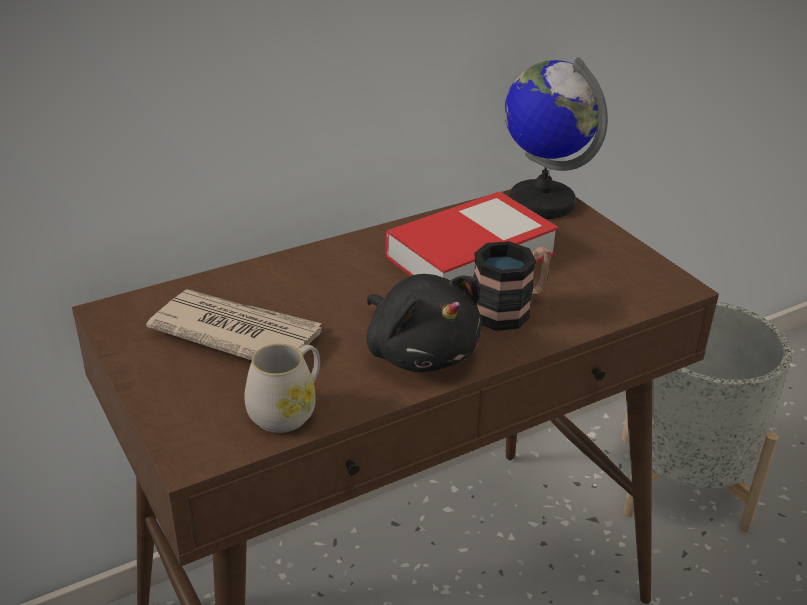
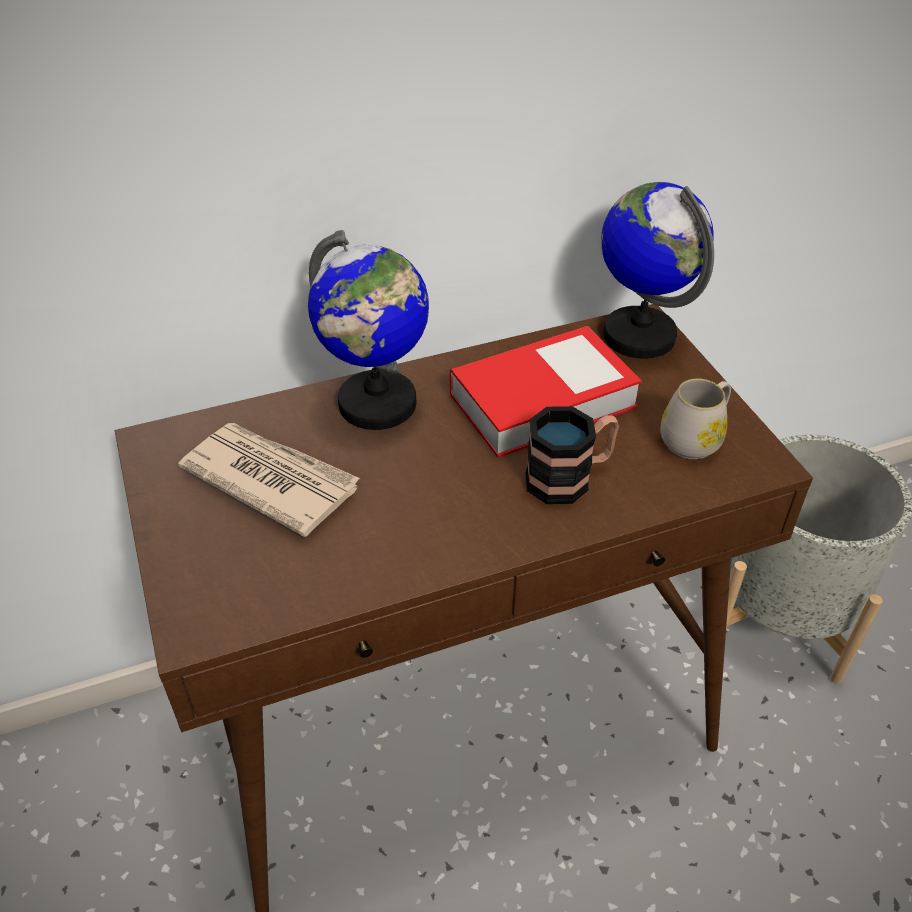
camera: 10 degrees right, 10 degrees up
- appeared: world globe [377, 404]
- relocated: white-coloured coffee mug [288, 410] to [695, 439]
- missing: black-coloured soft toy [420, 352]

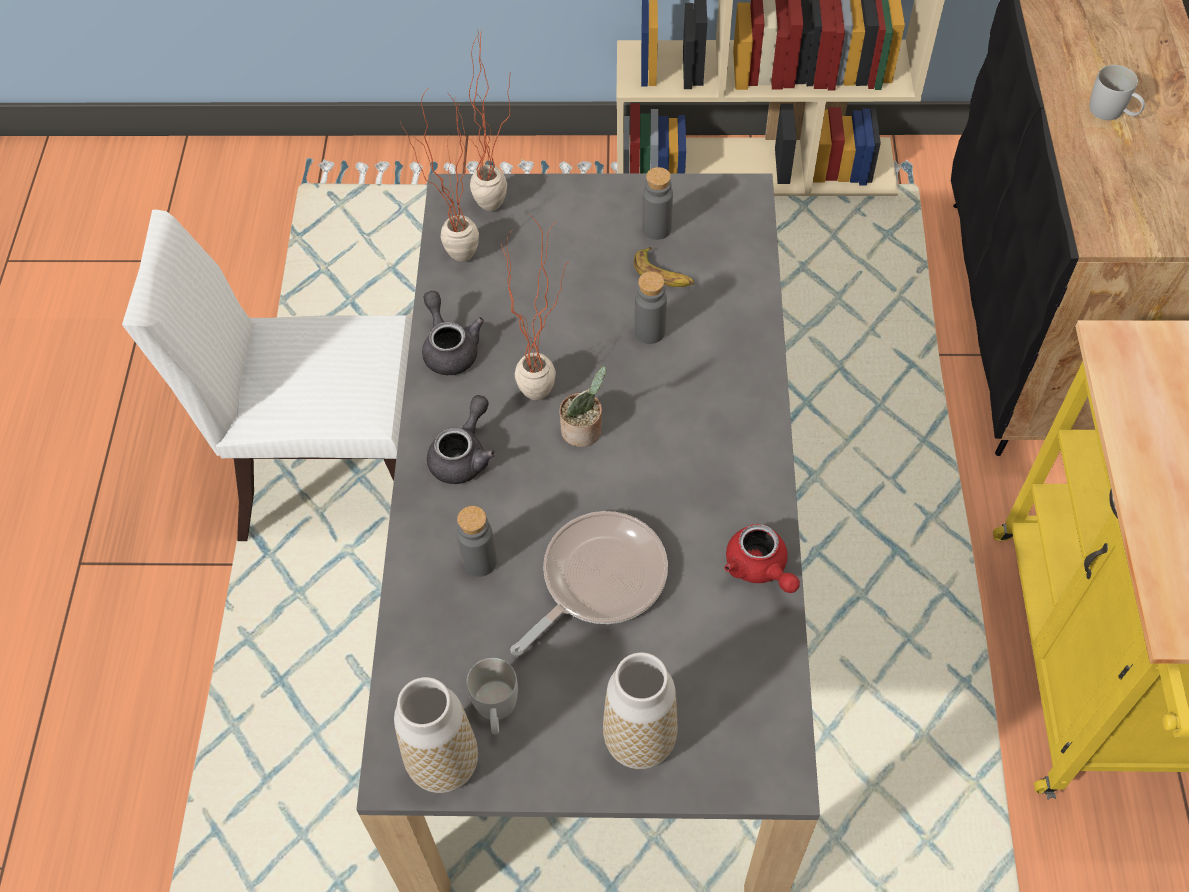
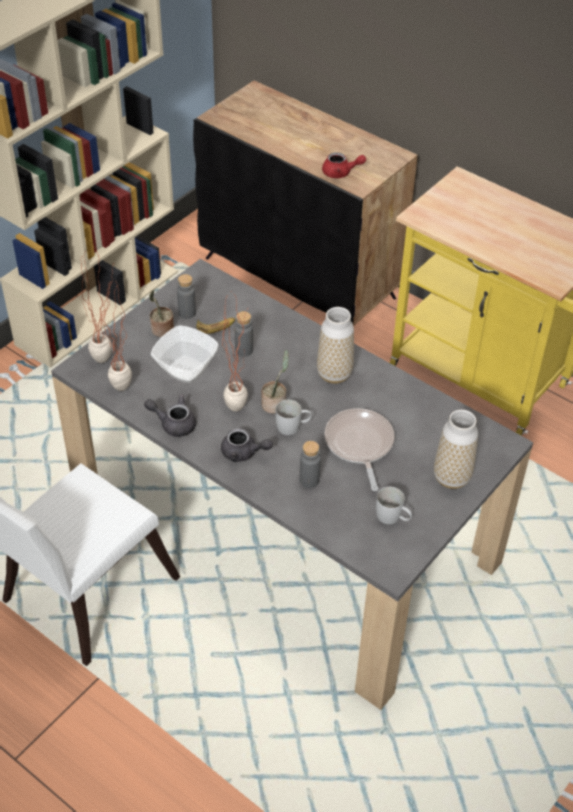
camera: 55 degrees left, 10 degrees down
- appeared: plant in a pot [161, 330]
- appeared: serving bowl [187, 369]
- spun: grey teapot [464, 455] = [243, 453] 135 degrees clockwise
- relocated: white-coloured coffee mug [1112, 113] to [293, 427]
- relocated: vase [444, 764] to [334, 374]
- relocated: red-coloured teapot [759, 568] to [340, 173]

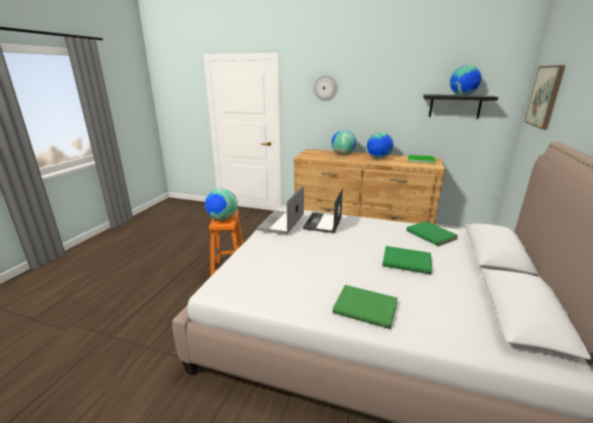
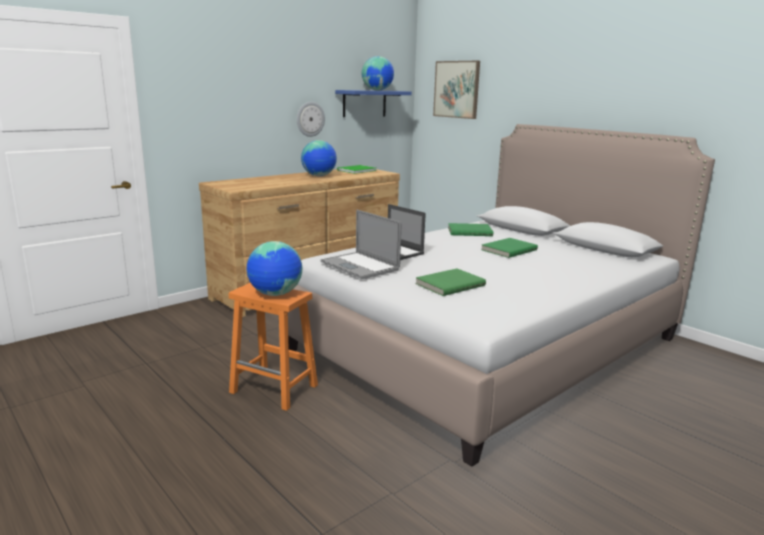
camera: 60 degrees left, 5 degrees down
- relocated: hanging clock [325, 88] to [310, 119]
- colour: black-coloured shelf [455, 106] to blue shelf [364, 103]
- relocated: green bound book [365, 307] to [449, 284]
- missing: world globe [342, 154]

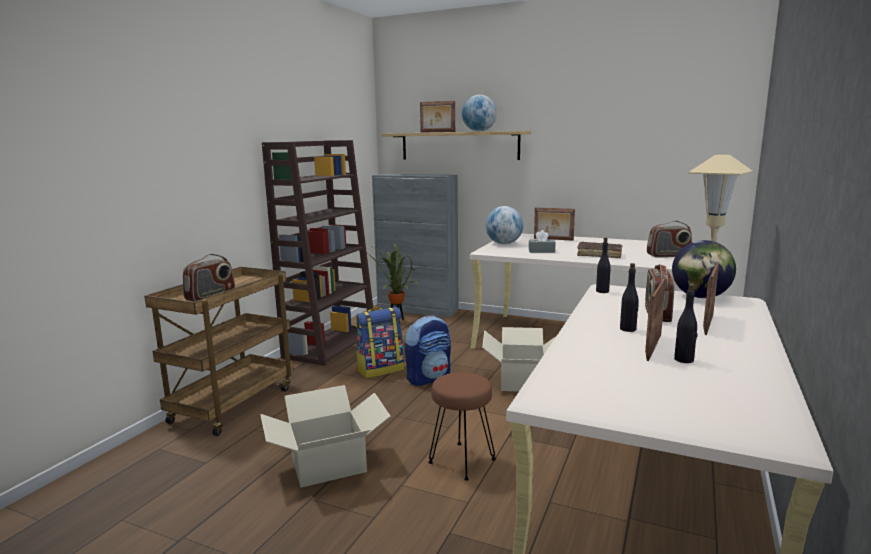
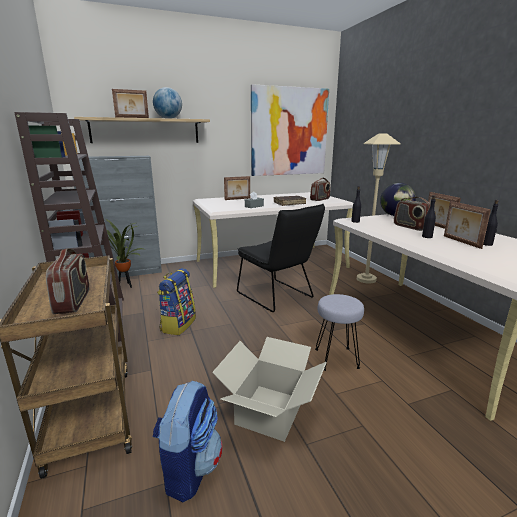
camera: 45 degrees left, 5 degrees up
- relocated: backpack [429, 378] to [189, 468]
- exchanged: cardboard box [521, 381] to black-coloured chair [277, 297]
- appeared: wall art [289, 132]
- colour: brown stool seat [461, 460] to grey stool seat [335, 358]
- missing: world globe [504, 243]

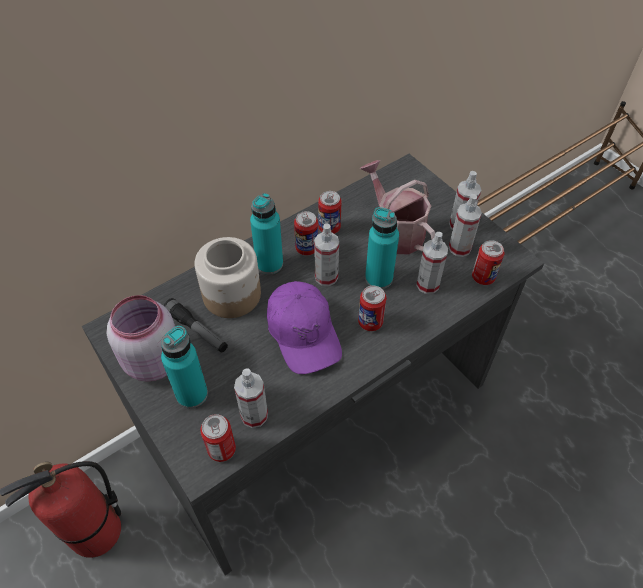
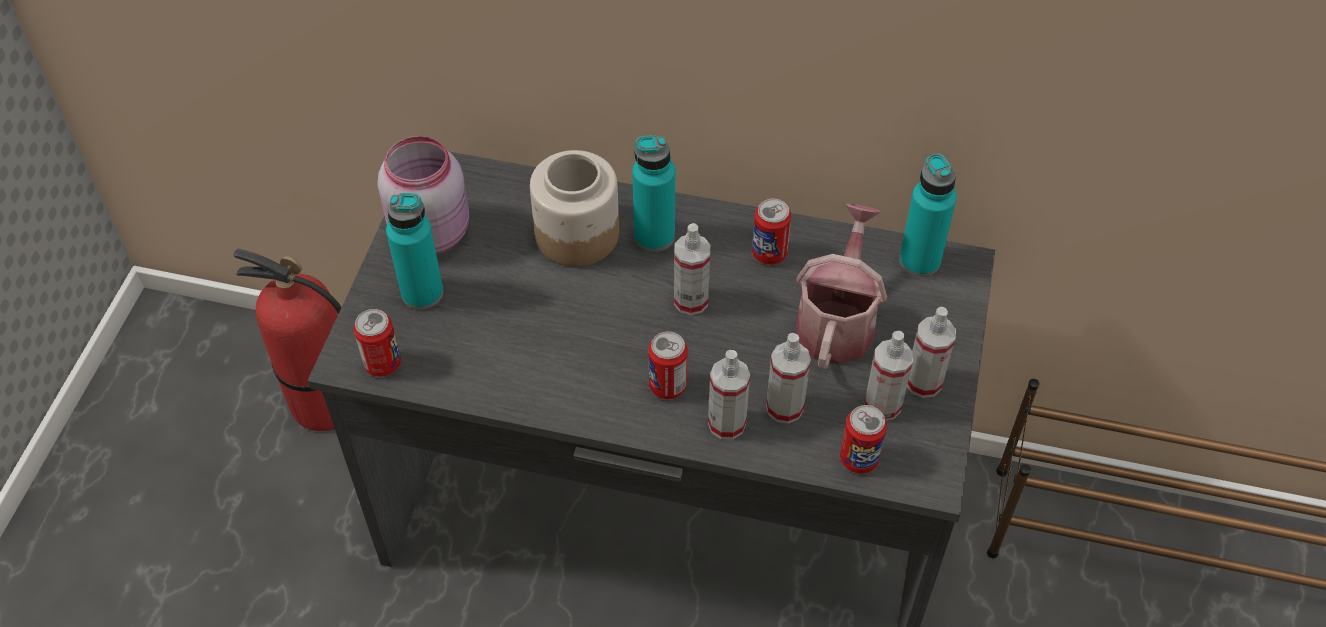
camera: 50 degrees right, 0 degrees up
- relocated: hand sprayer [254, 415] to [726, 423]
- relocated: turquoise-coloured bottle [379, 278] to [919, 261]
- missing: hand torch [197, 330]
- missing: purple-coloured baseball cap [303, 333]
- missing: metal can [306, 248]

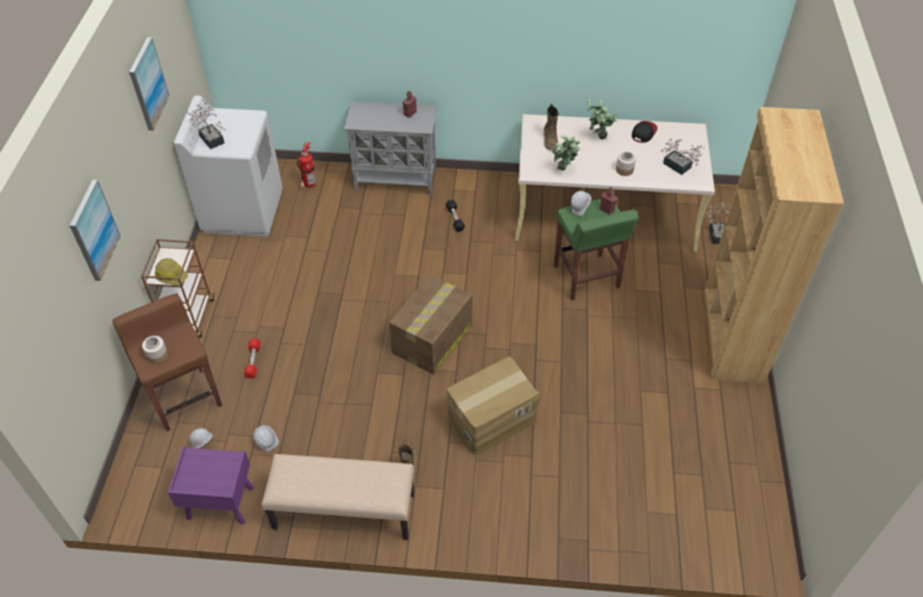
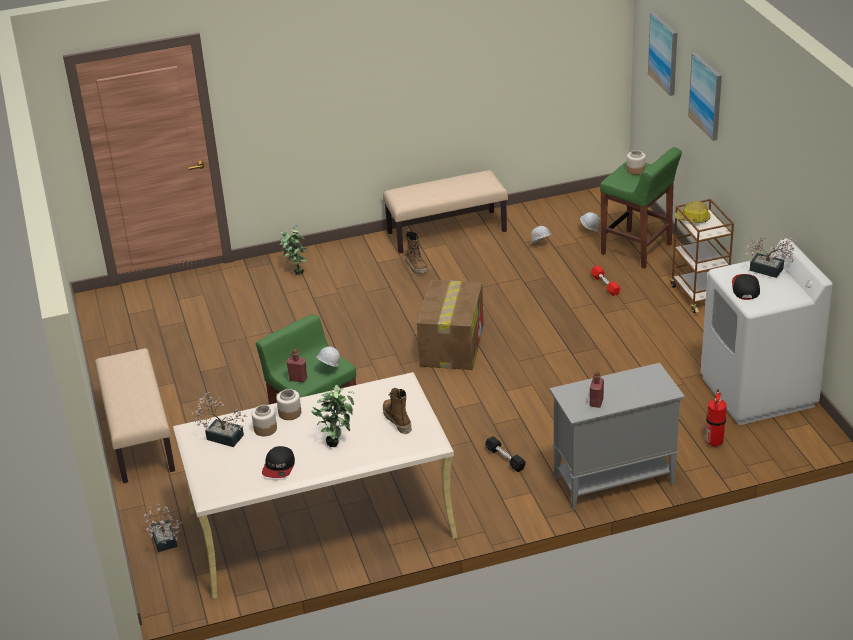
camera: 160 degrees right, 15 degrees down
- exchanged: brown bookshelf [732, 335] to sand-coloured indoor bench [138, 436]
- appeared: jar [265, 429]
- relocated: plant in a pot [564, 172] to [296, 271]
- colour: brown stool seat [185, 398] to green stool seat [637, 249]
- relocated: wall art [147, 84] to [664, 53]
- appeared: baseball cap [745, 288]
- missing: purple-coloured nightstand [219, 503]
- missing: cardboard box [491, 419]

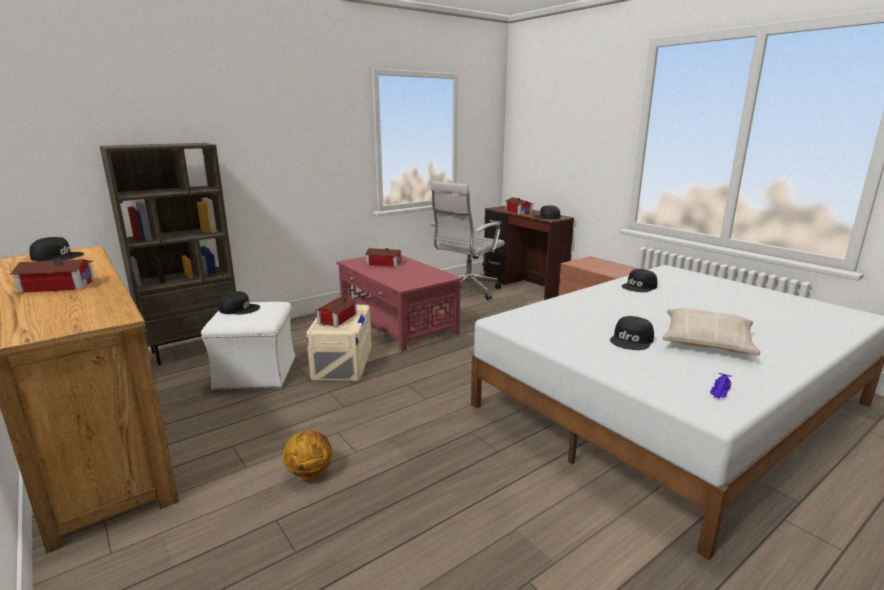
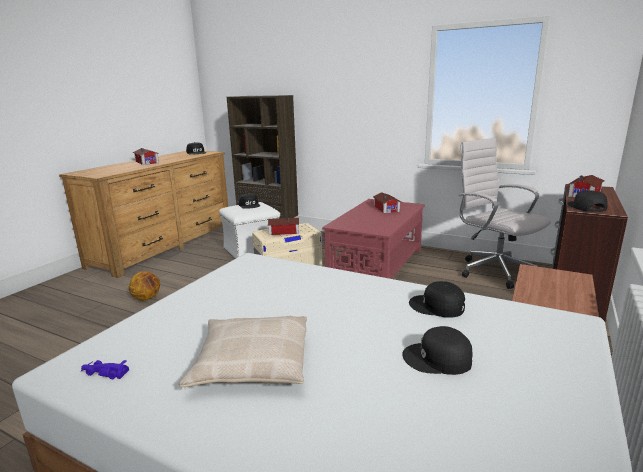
camera: 65 degrees right, 0 degrees up
- relocated: black-coloured baseball cap [632, 340] to [437, 359]
- spun: white-coloured office chair [466, 292] = [493, 271] 45 degrees clockwise

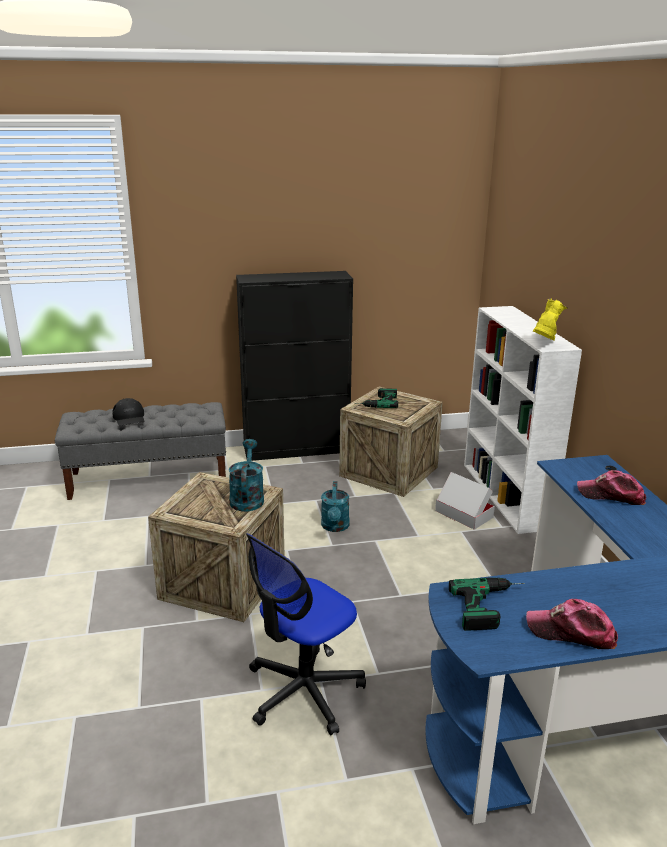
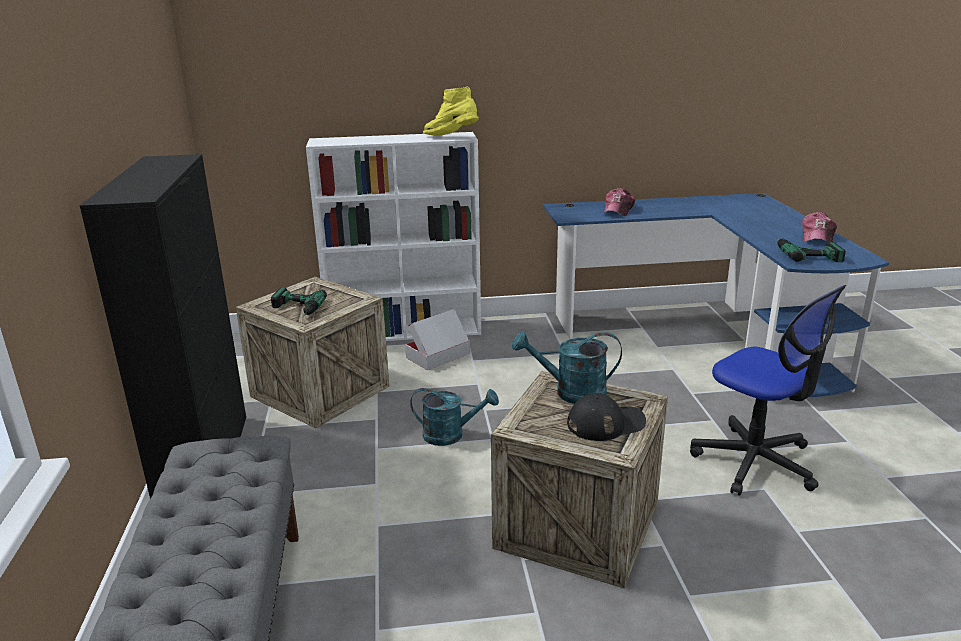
camera: 85 degrees left, 0 degrees up
- relocated: black-coloured baseball cap [129, 418] to [606, 423]

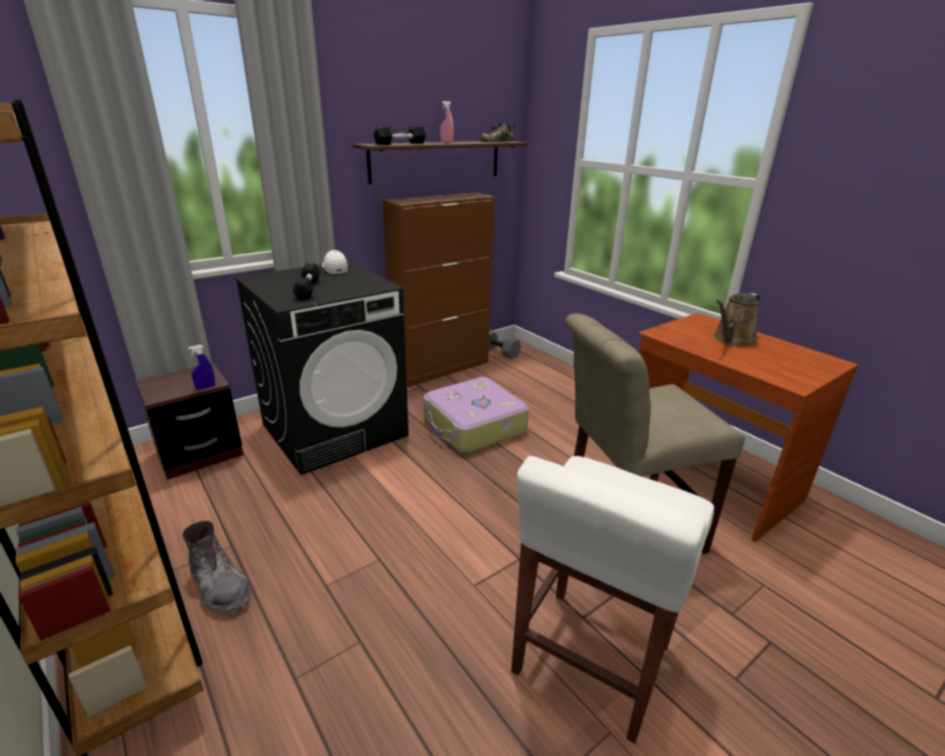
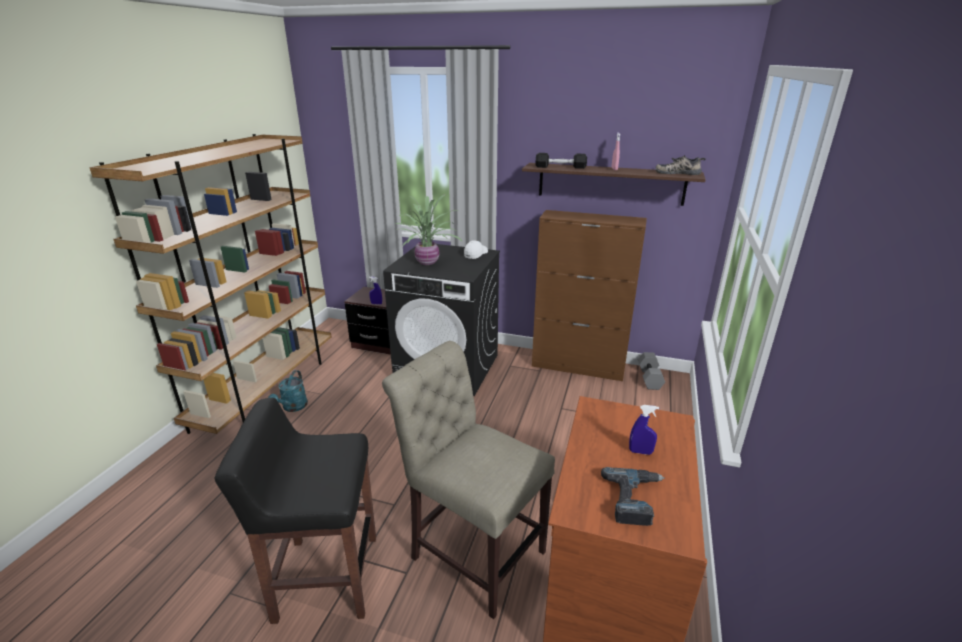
camera: 55 degrees right, 0 degrees up
- colour: white-coloured stool seat [590, 660] to black-coloured stool seat [325, 577]
- exchanged: grey tall boot [220, 587] to turquoise-coloured sprinkling can [293, 407]
- exchanged: black-coloured hand weight [308, 289] to plant in a pot [428, 263]
- appeared: power drill [635, 499]
- exchanged: brown sprinkling can [732, 340] to blue hand sprayer [640, 452]
- missing: travel case [474, 426]

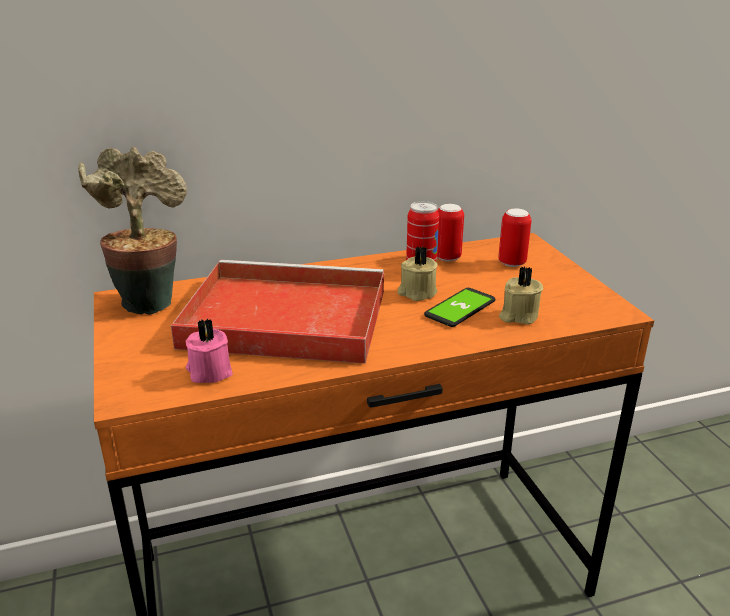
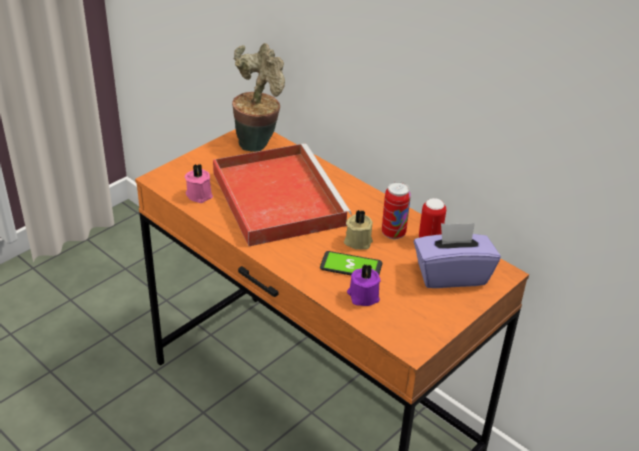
camera: 60 degrees right, 10 degrees up
- colour: sand-coloured wax candle [518, 315] to purple-coloured wax candle [363, 296]
- exchanged: metal can [512, 263] to purple-coloured tissue holder [451, 274]

